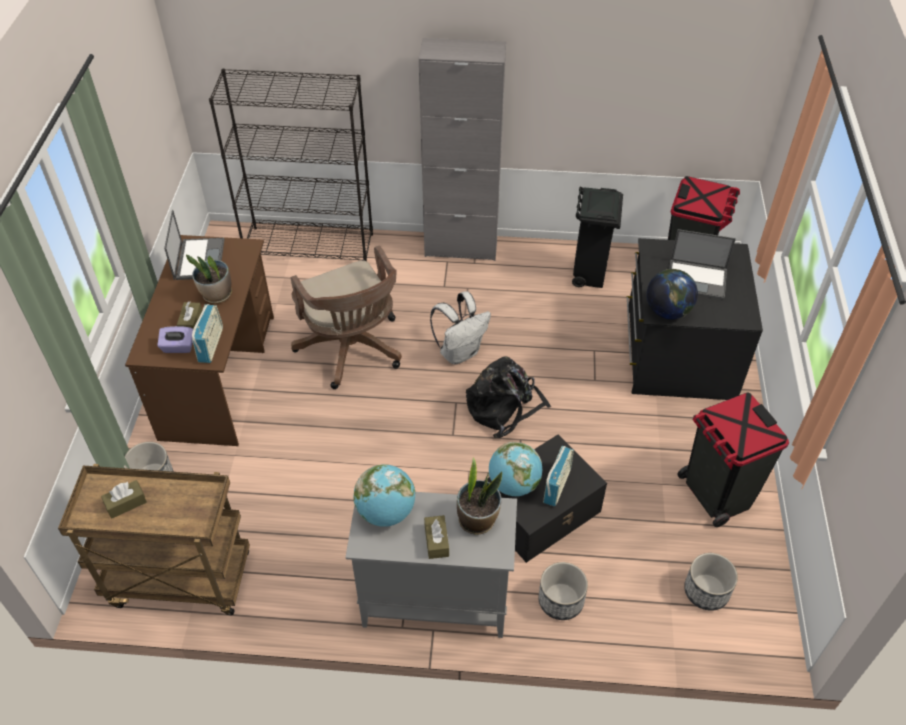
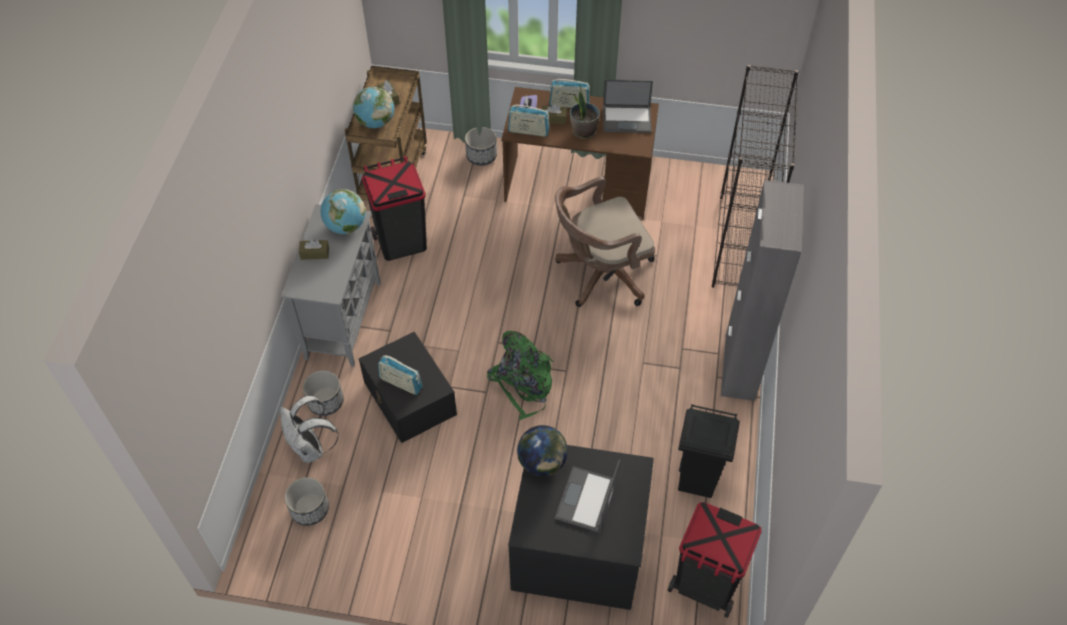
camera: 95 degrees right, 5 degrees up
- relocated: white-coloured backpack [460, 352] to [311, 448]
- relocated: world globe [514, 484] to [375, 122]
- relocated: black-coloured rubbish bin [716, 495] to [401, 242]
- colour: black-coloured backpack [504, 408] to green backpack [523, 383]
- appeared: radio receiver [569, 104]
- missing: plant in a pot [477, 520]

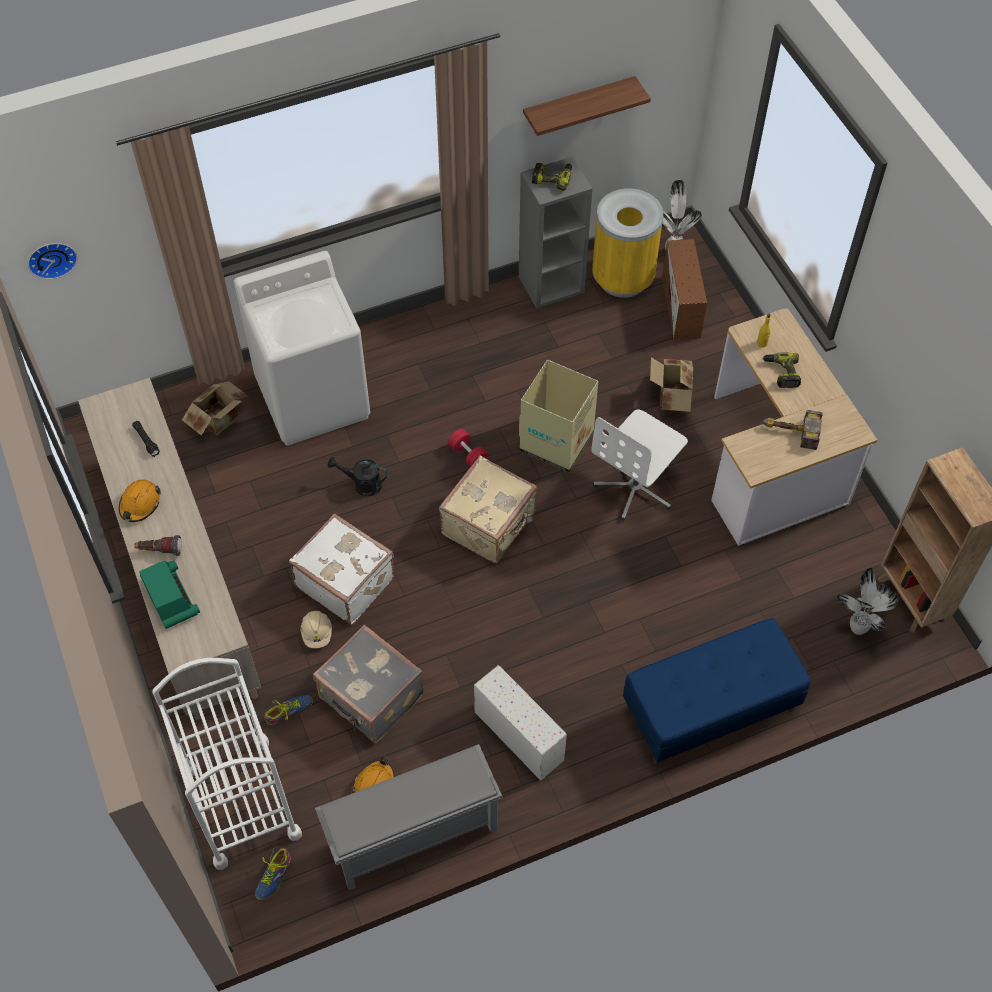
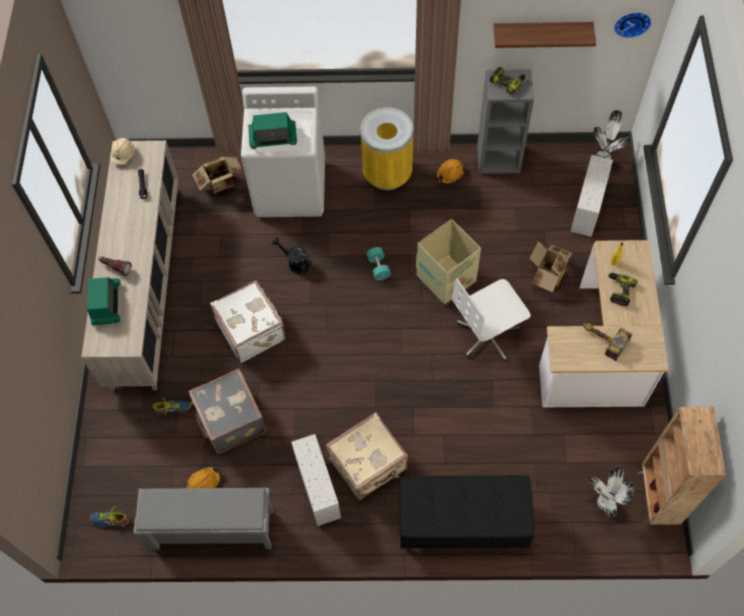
camera: 25 degrees right, 5 degrees up
- spun: low shoe [274, 876] = [110, 520] 45 degrees clockwise
- relocated: sand-coloured safety helmet [317, 633] to [124, 155]
- appeared: radio receiver [273, 137]
- relocated: sand-coloured travel case [490, 524] to [369, 465]
- relocated: yellowish rubbish bin [622, 278] to [387, 174]
- colour: red-coloured hand weight [468, 455] to turquoise-coloured hand weight [378, 267]
- colour: blue indoor bench [709, 710] to black-coloured indoor bench [462, 523]
- relocated: orange safety helmet [140, 504] to [449, 174]
- colour: brown storage bin [681, 308] to white-coloured storage bin [587, 208]
- relocated: hanging clock [51, 258] to [632, 22]
- missing: white-coloured trolley [241, 802]

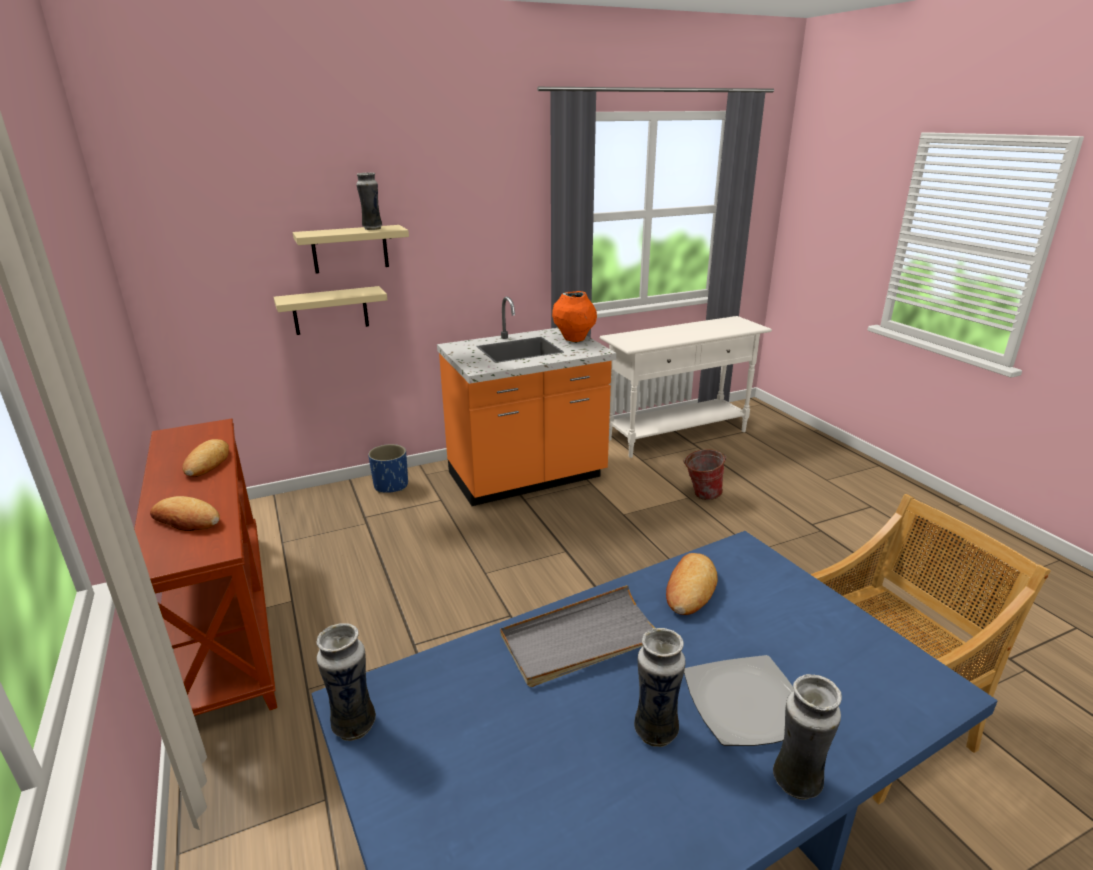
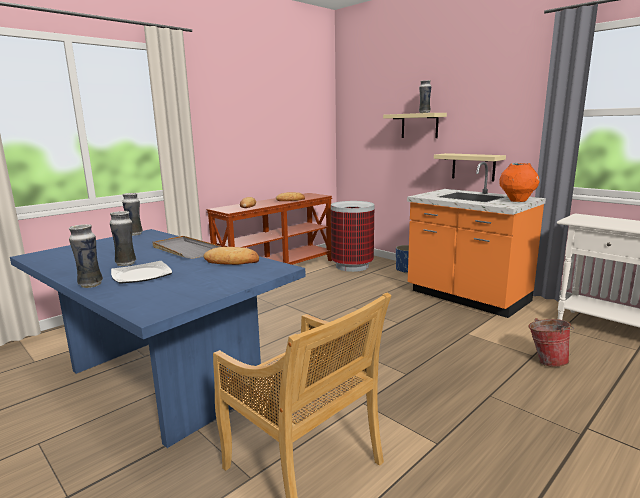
camera: 70 degrees right, 10 degrees down
- appeared: rubbish bin [352, 266]
- relocated: sand-coloured shelf [330, 310] to [473, 167]

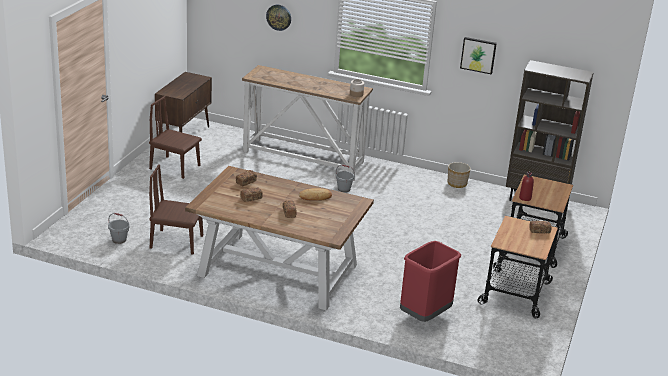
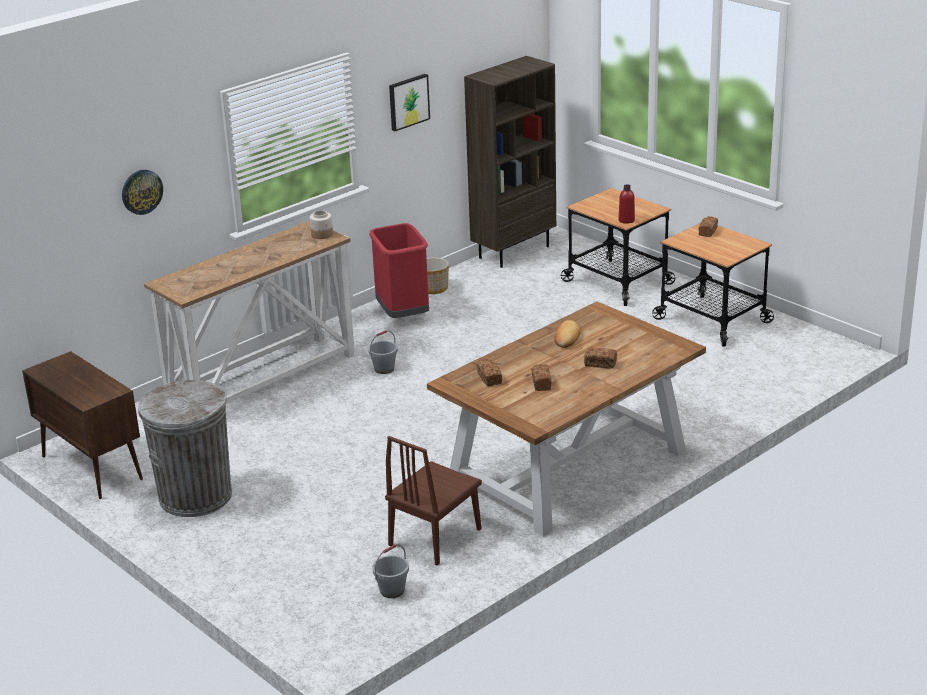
camera: 60 degrees left, 0 degrees up
- exchanged: brown chair [175, 167] to grey rubbish bin [195, 496]
- relocated: red-coloured rubbish bin [425, 315] to [402, 315]

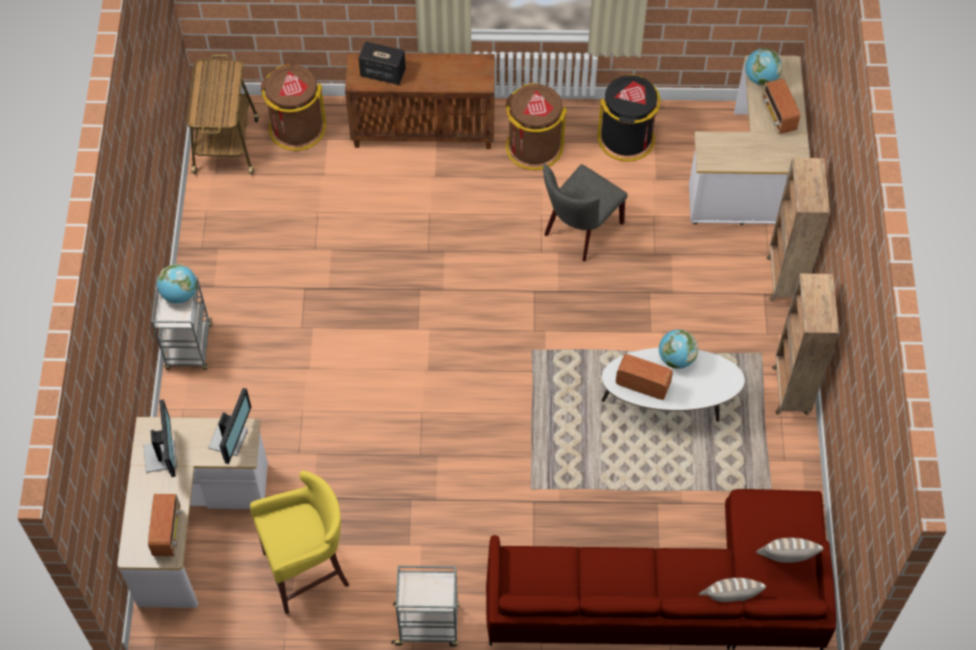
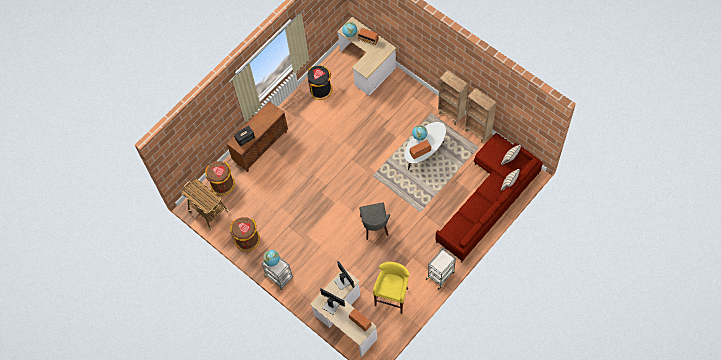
camera: 45 degrees left, 5 degrees up
- relocated: brown rubbish bin [533, 147] to [247, 239]
- relocated: grey chair [579, 231] to [375, 227]
- relocated: brown bookshelf [783, 280] to [477, 133]

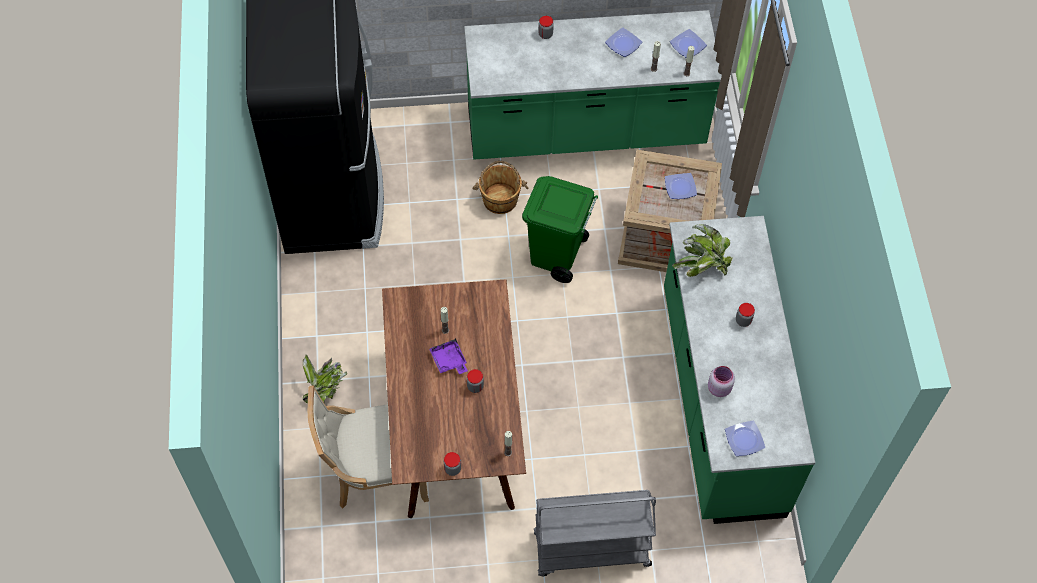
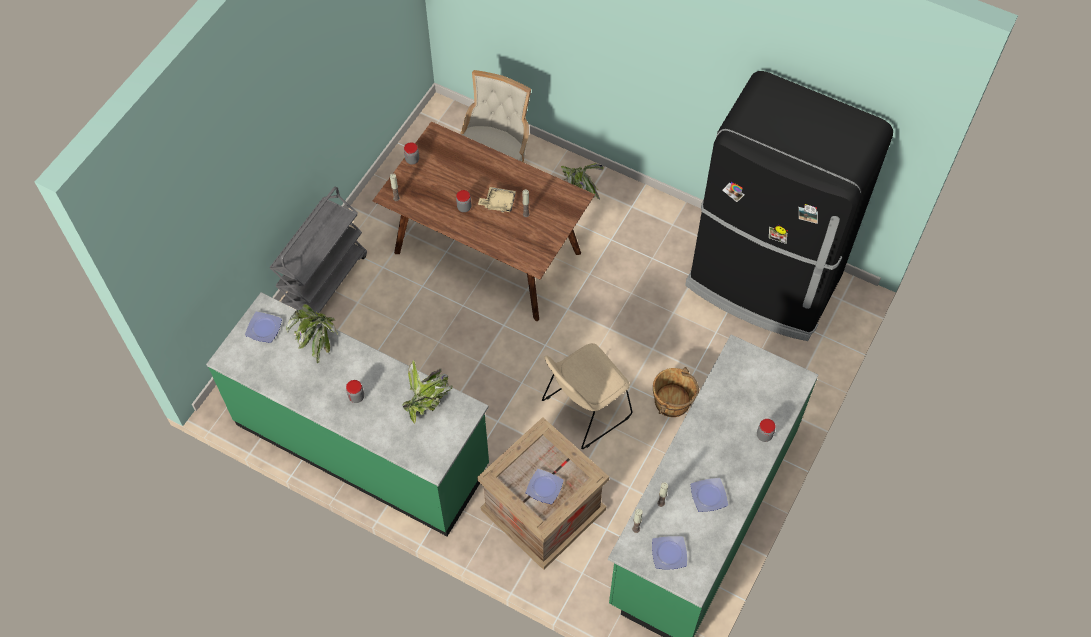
camera: 125 degrees right, 0 degrees up
- exchanged: pinkish jar [718, 387] to plant in a pot [317, 340]
- colour: purple-coloured carrying tray [449, 360] to sand-coloured carrying tray [498, 203]
- exchanged: green rubbish bin [557, 256] to sand-coloured chair [584, 410]

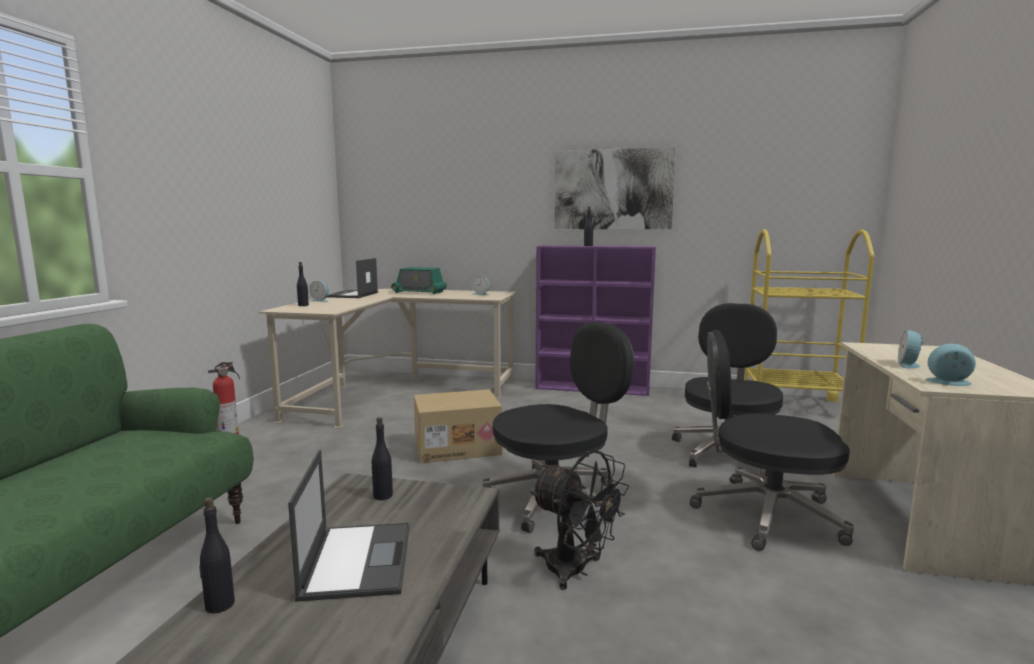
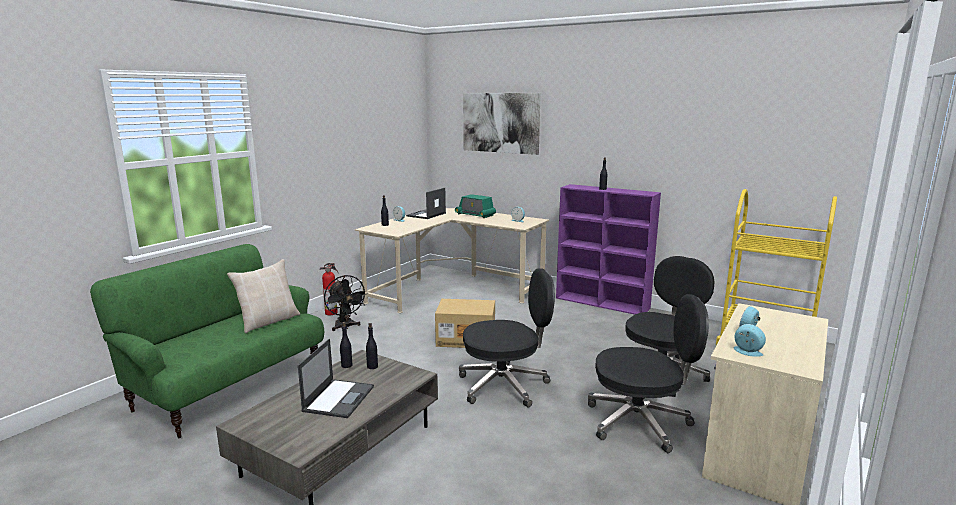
camera: 20 degrees right, 5 degrees up
- appeared: sand-coloured pillow [268, 321]
- relocated: black-coloured cooling fan [575, 571] to [345, 327]
- relocated: black-coloured bottle [219, 605] to [346, 365]
- relocated: wall art [613, 189] to [500, 123]
- spun: black-coloured office chair [764, 514] = [640, 422] 150 degrees clockwise

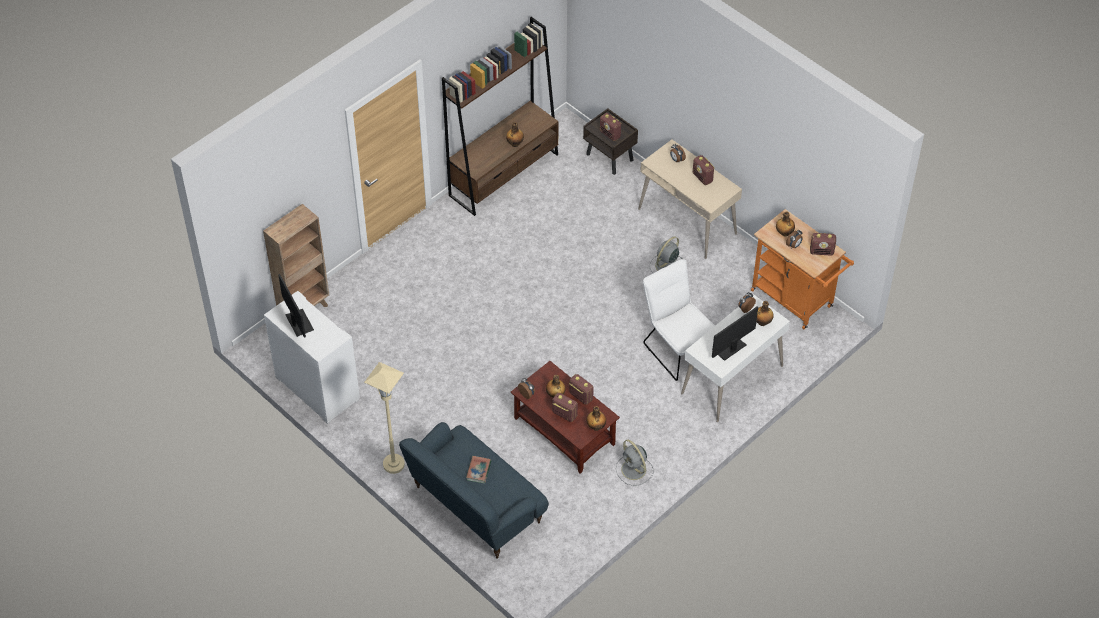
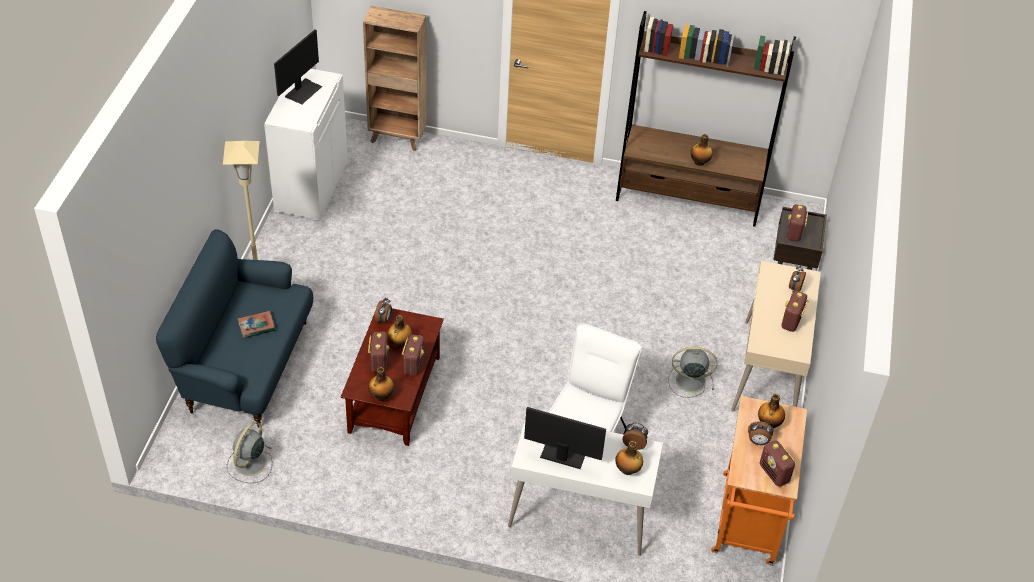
camera: 55 degrees right, 5 degrees down
- relocated: grey cooling fan [634, 470] to [250, 464]

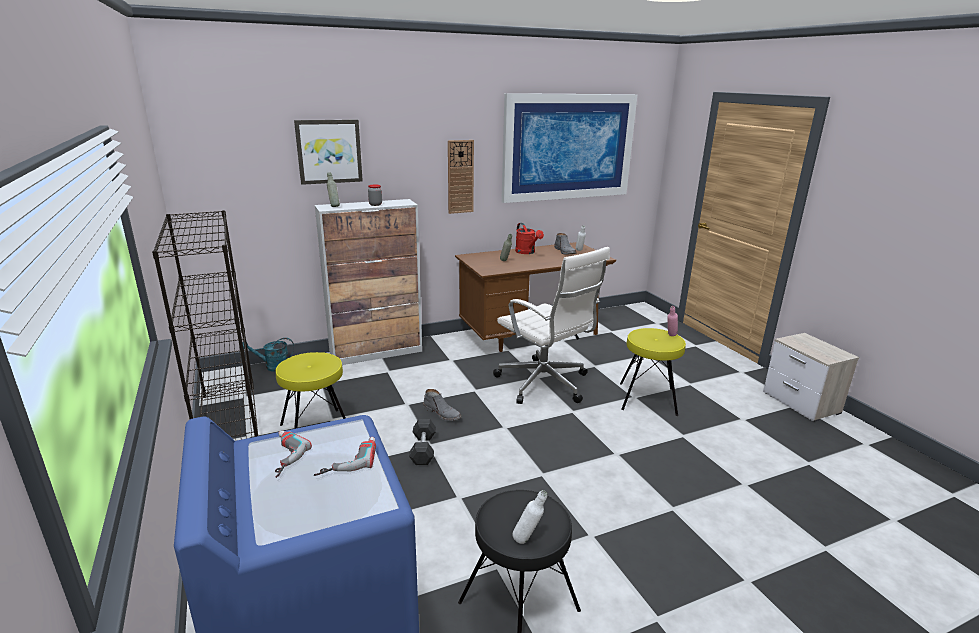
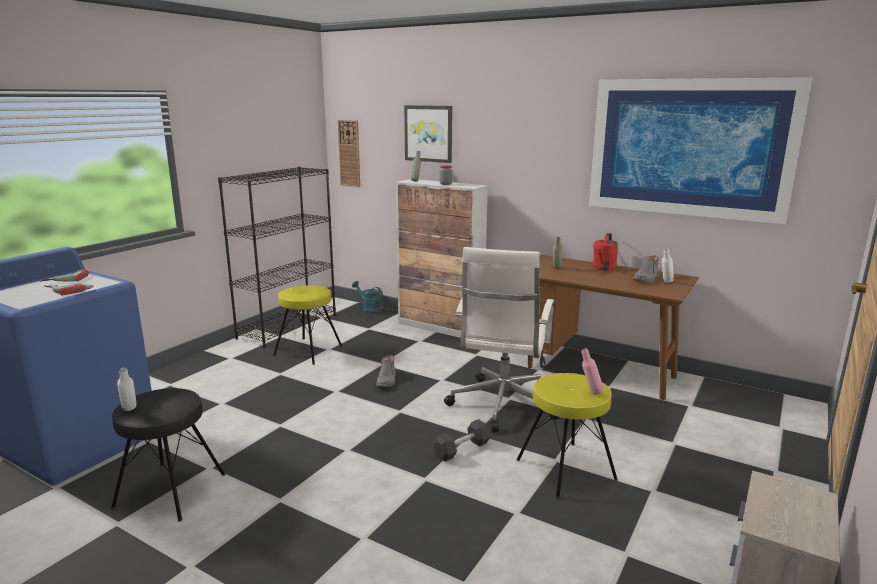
camera: 55 degrees right, 5 degrees down
- relocated: hanging clock [460, 177] to [349, 153]
- relocated: grey hand weight [423, 449] to [462, 449]

